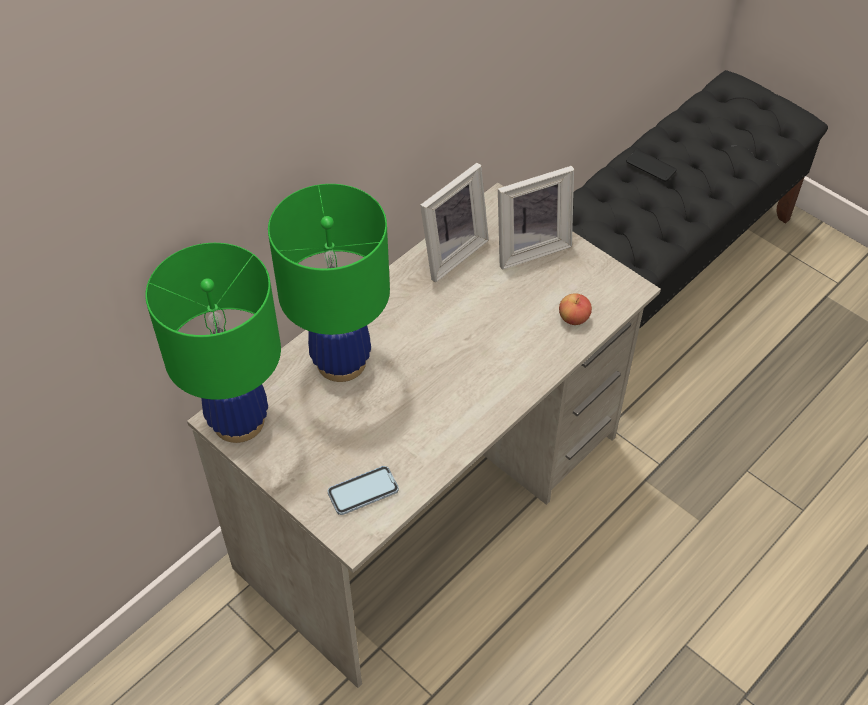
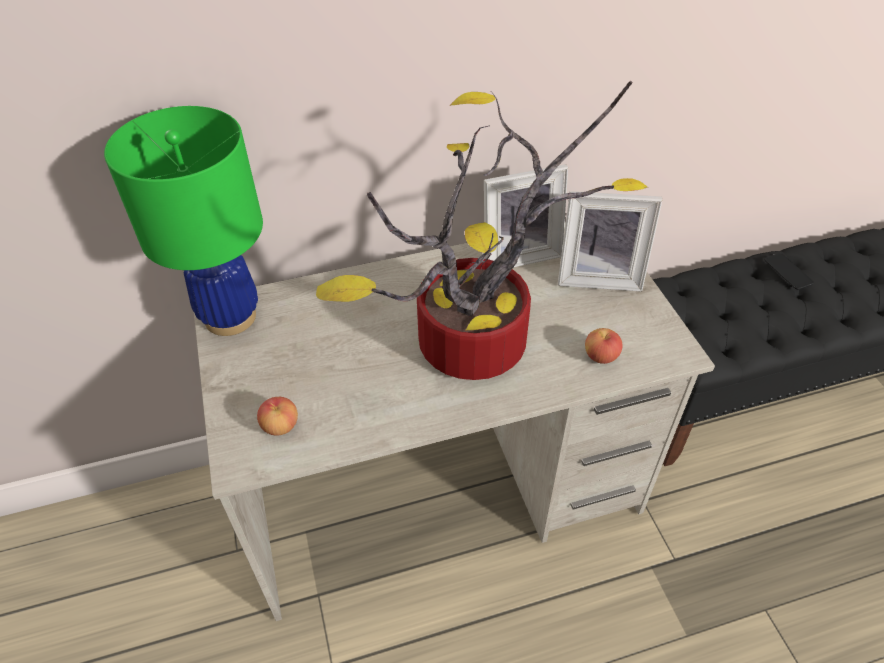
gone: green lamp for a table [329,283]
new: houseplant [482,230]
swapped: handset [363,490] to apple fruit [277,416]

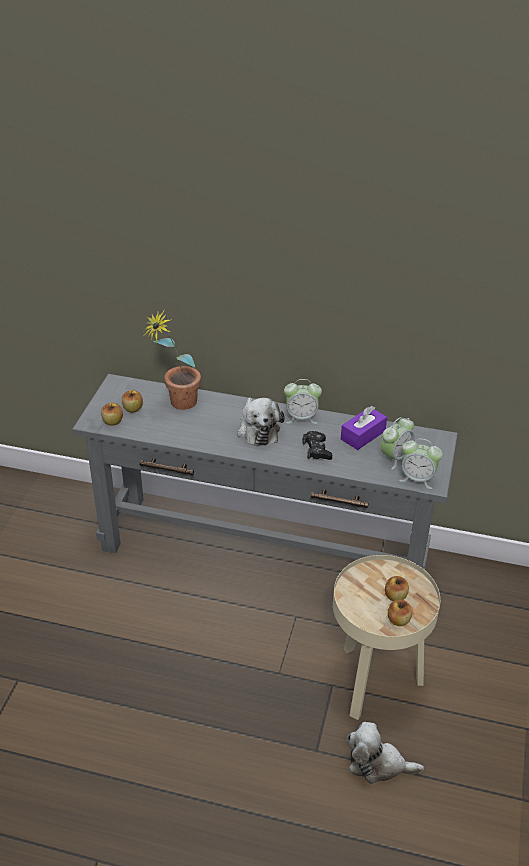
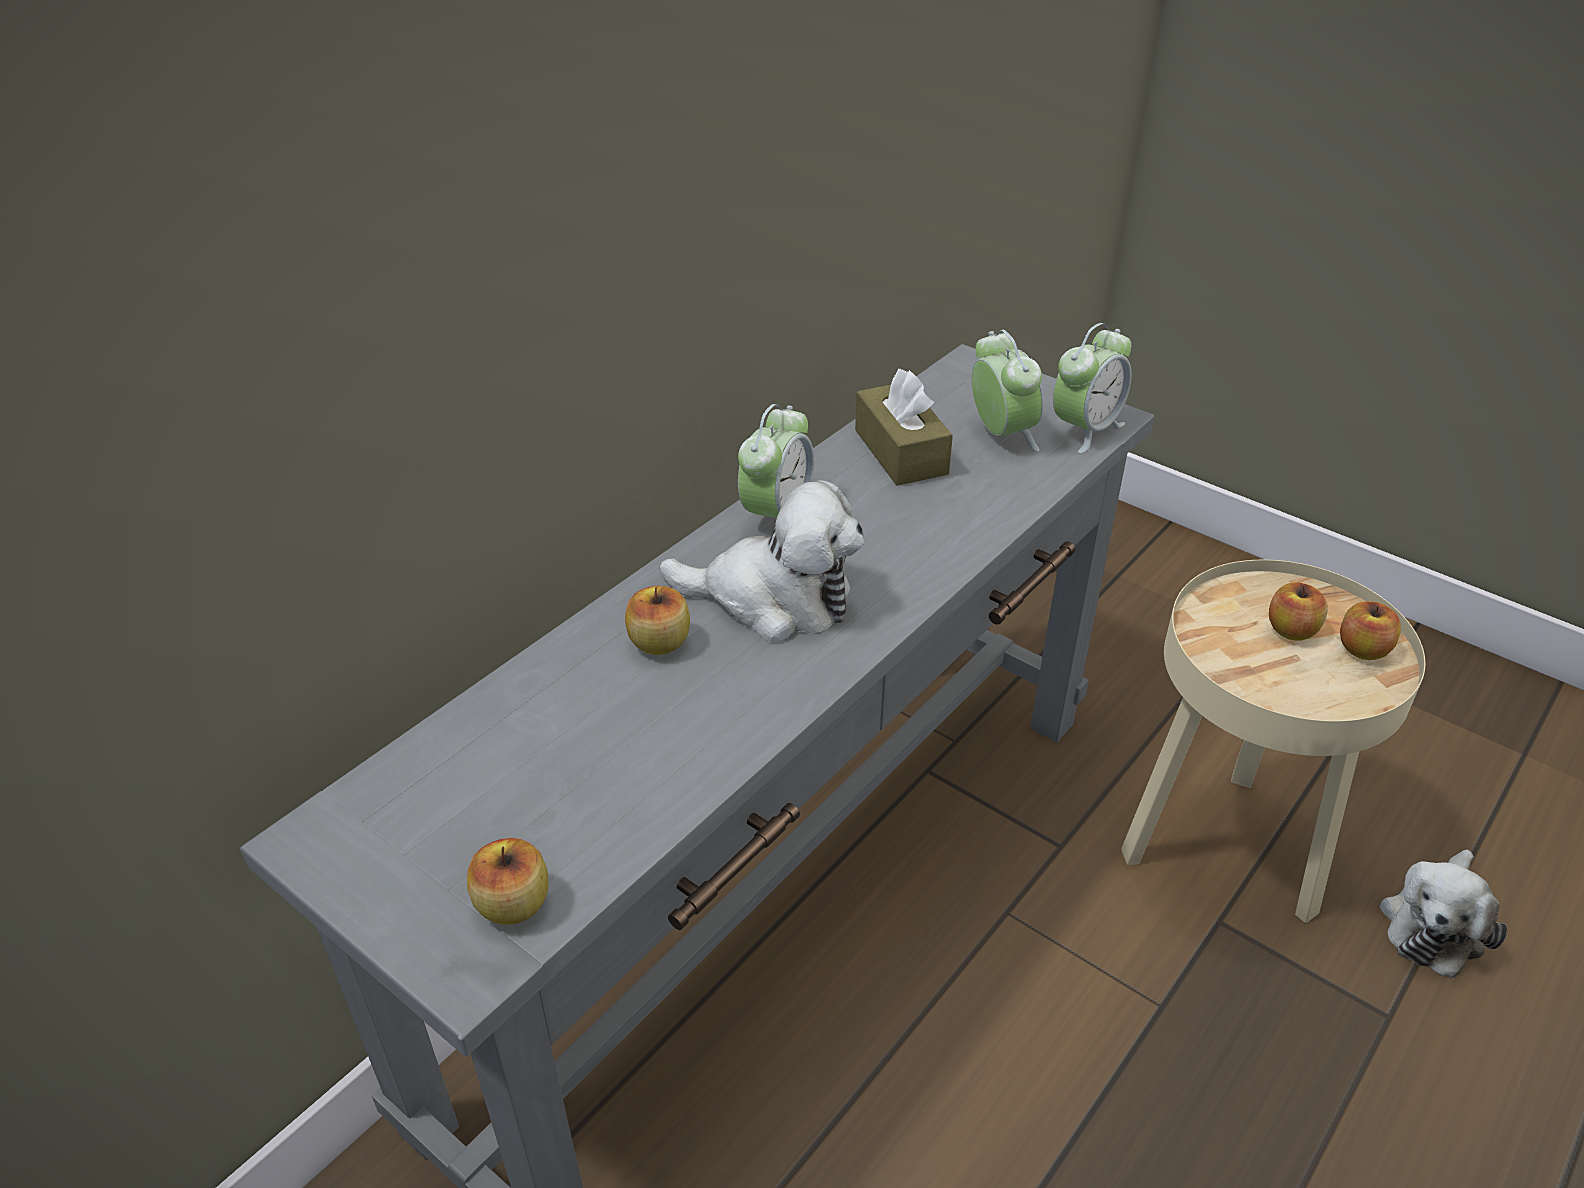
gone: houseplant [172,360]; black gamepad [317,445]
shifted: apple fruit [132,401] to [657,620]
repainted: purple-coloured tissue holder [364,428] to brownish tissue holder [904,427]

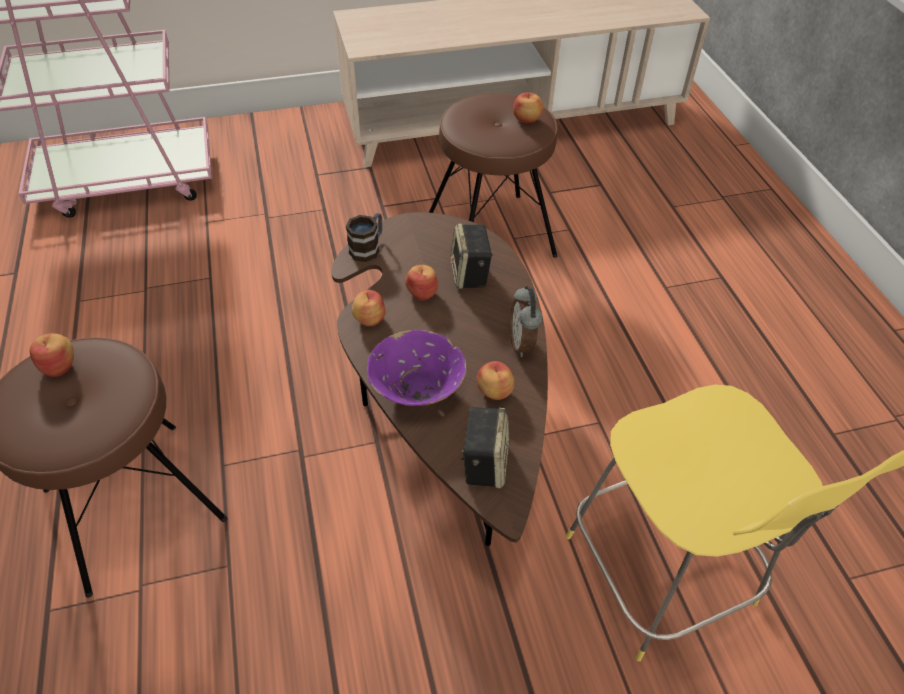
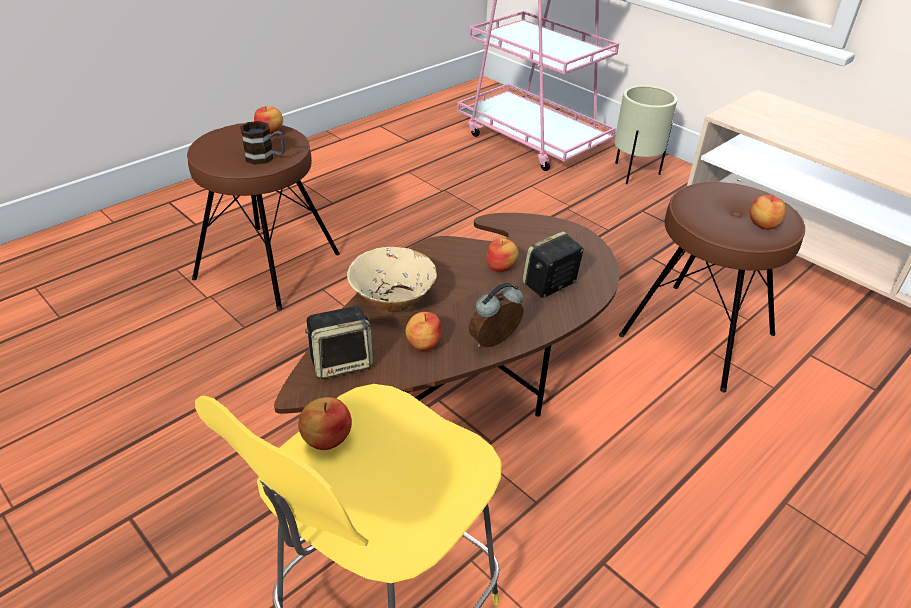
new: beige plant pot [645,134]
shifted: coffee mug [364,237] to [262,143]; apple fruit [369,308] to [325,423]
repainted: purple-coloured deep dish [416,368] to beige deep dish [392,279]

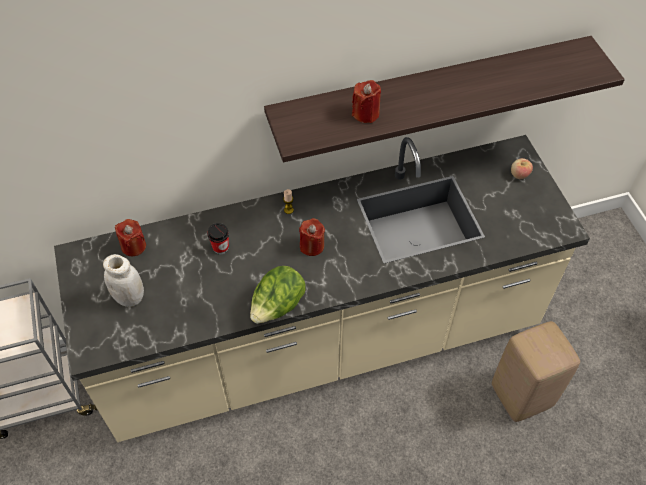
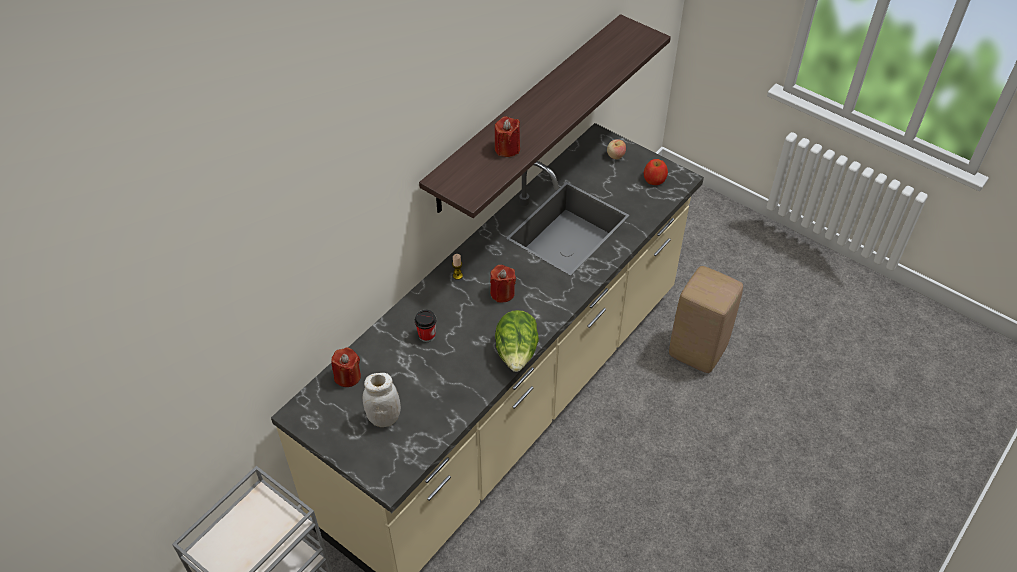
new: apple fruit [656,172]

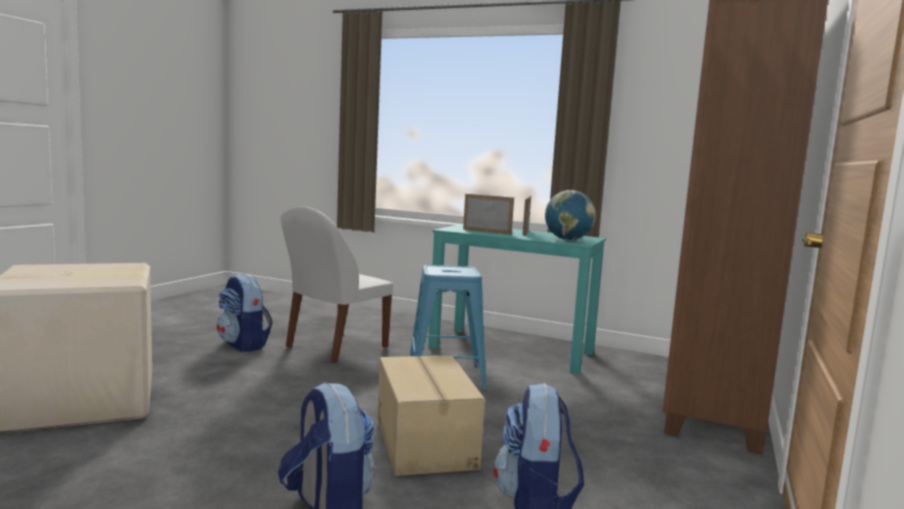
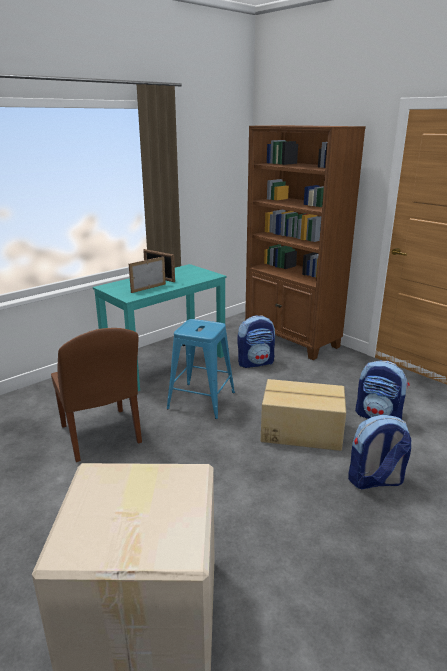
gone: desk globe [570,215]
shifted: knapsack [245,313] to [256,341]
repainted: white chair [337,285] to brownish chair [96,395]

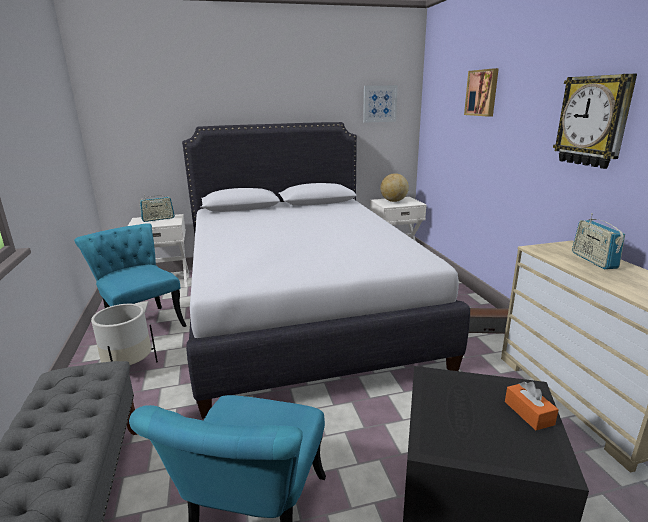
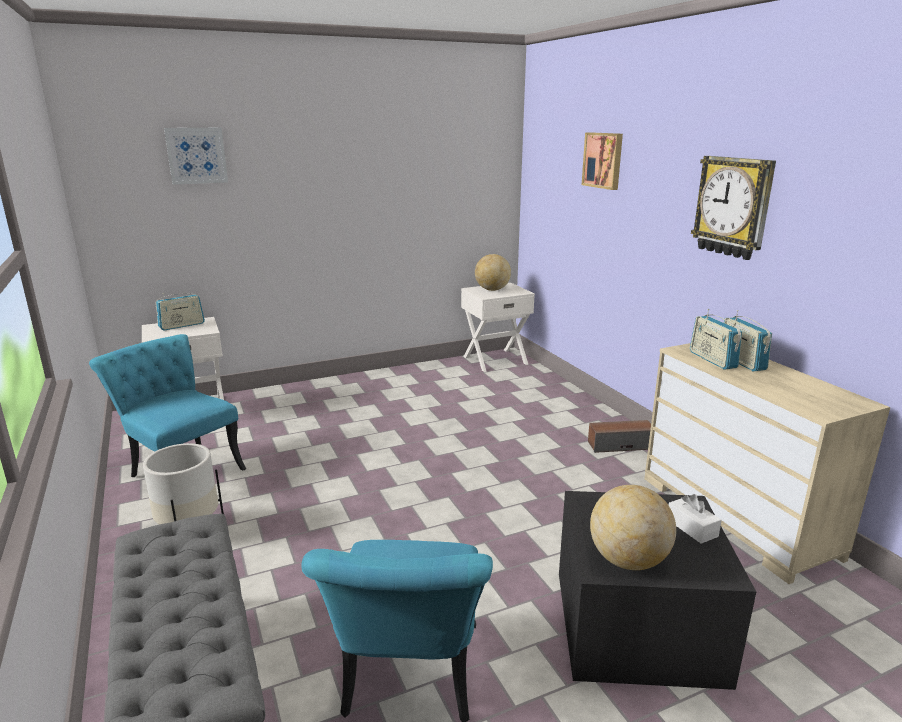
gone: white sleeping bed [326,270]
new: desk globe [633,527]; radio [716,339]
shifted: wall art [380,104] to [196,156]
repainted: orange-coloured tissue holder [532,405] to white tissue holder [695,519]

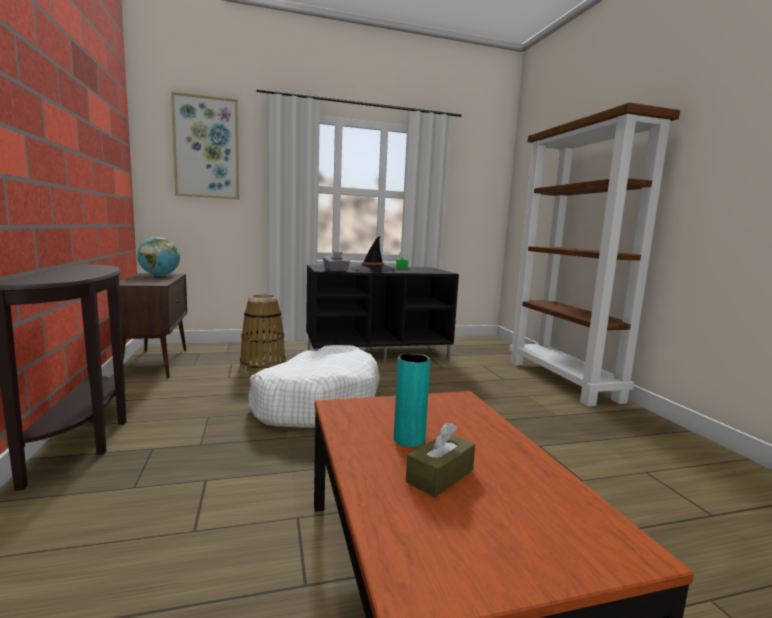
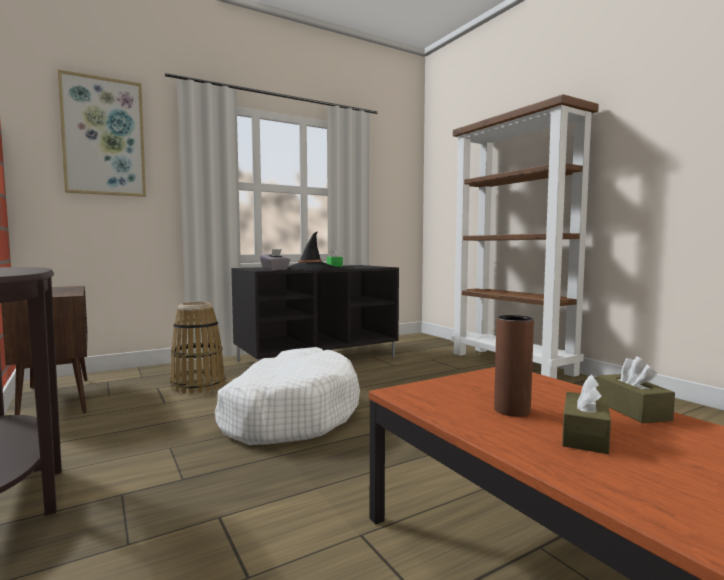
gone: desk globe [158,256]
new: brownish tissue holder [635,390]
repainted: turquoise decorative vase [412,400] to brownish decorative vase [514,366]

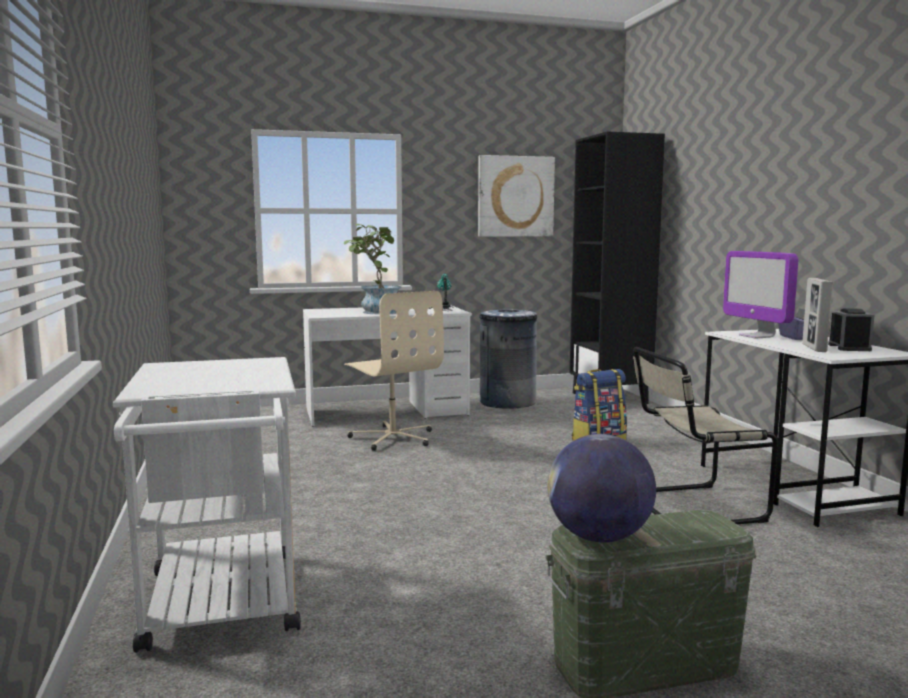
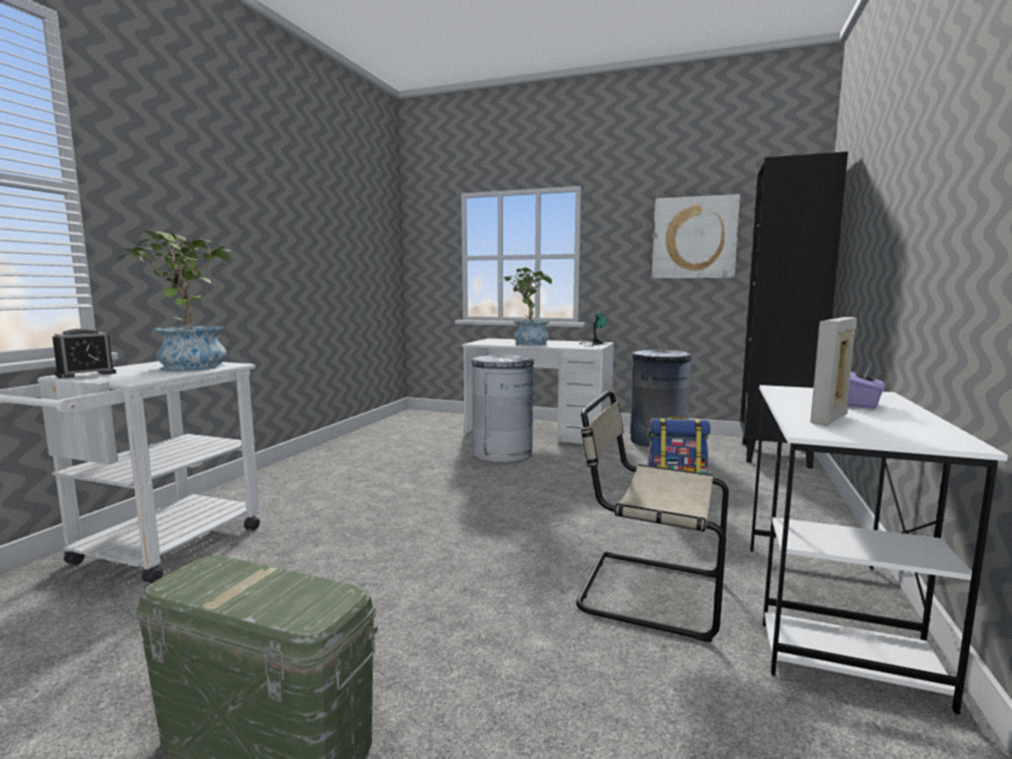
gone: desk globe [601,488]; monitor [760,294]
new: houseplant [173,301]
shifted: alarm clock [851,329] to [84,354]
swapped: beige computer chair [394,371] to grey trash can [503,409]

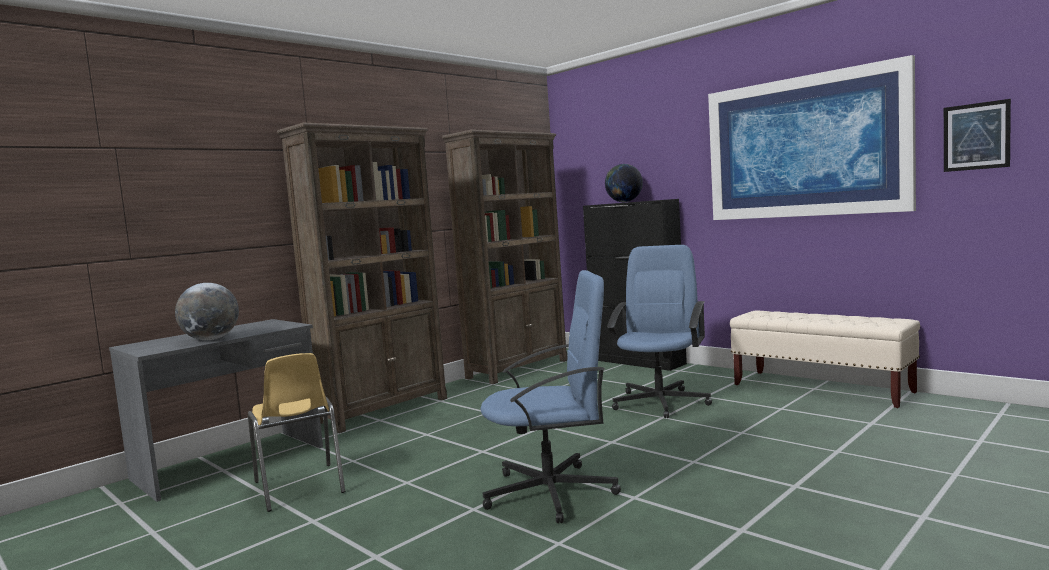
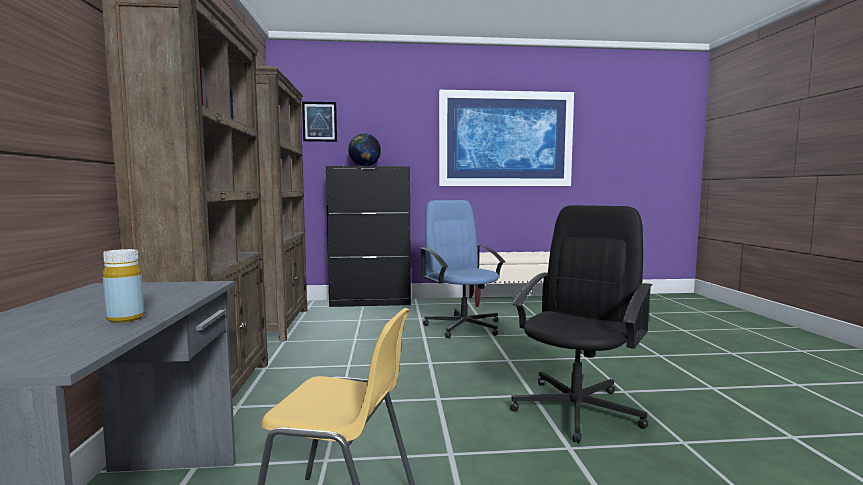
shifted: wall art [977,135] to [319,122]
swapped: desk globe [207,311] to yellow beverage bottle [123,286]
repainted: blue computer chair [550,396] to black computer chair [581,324]

